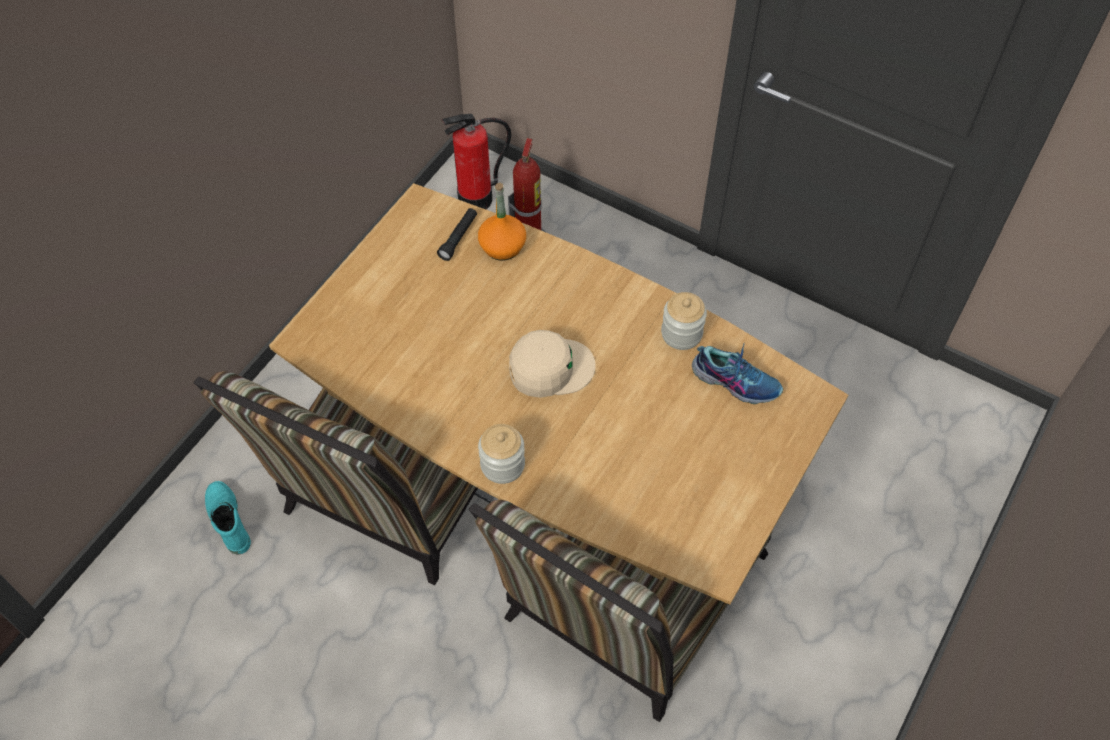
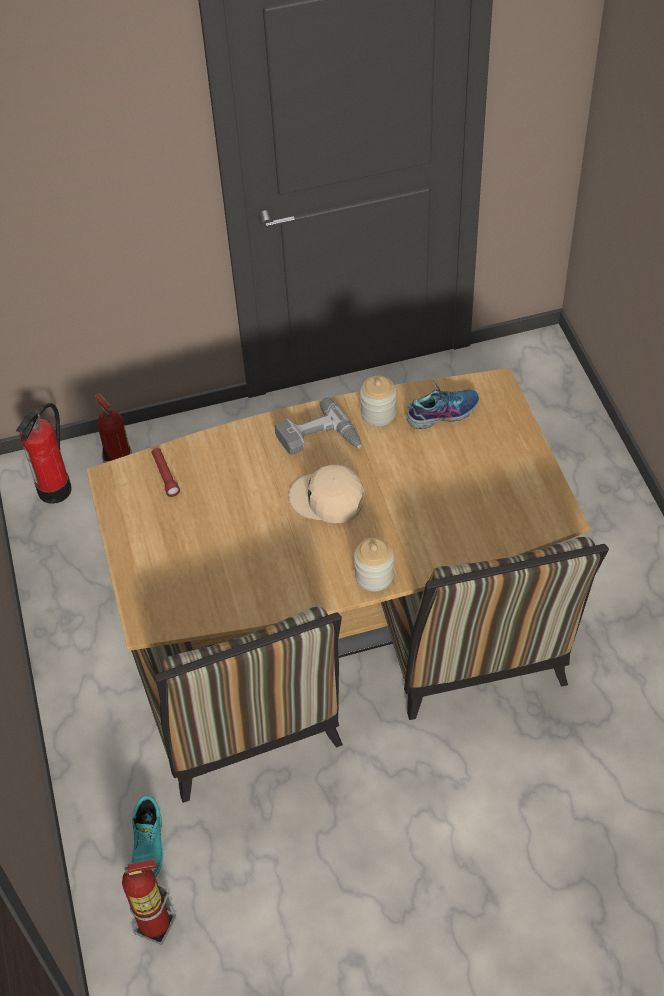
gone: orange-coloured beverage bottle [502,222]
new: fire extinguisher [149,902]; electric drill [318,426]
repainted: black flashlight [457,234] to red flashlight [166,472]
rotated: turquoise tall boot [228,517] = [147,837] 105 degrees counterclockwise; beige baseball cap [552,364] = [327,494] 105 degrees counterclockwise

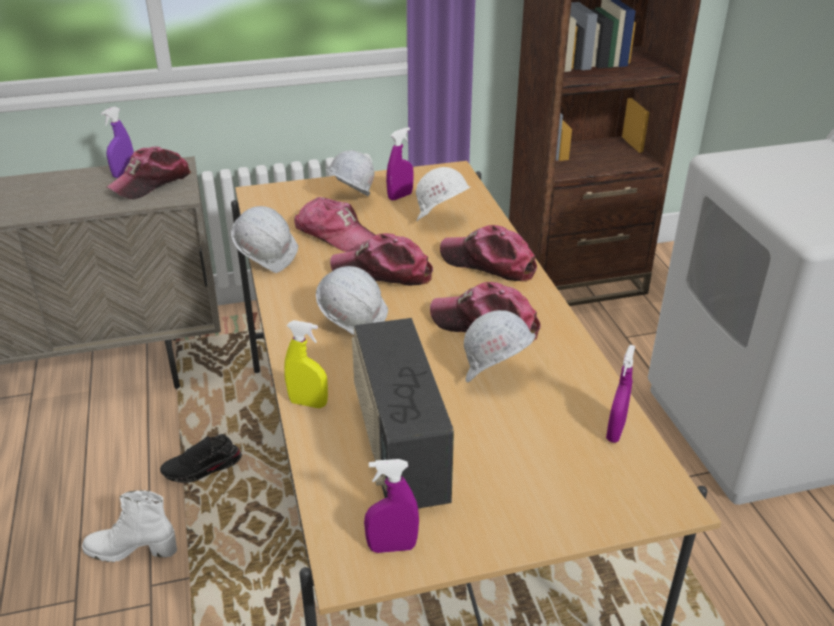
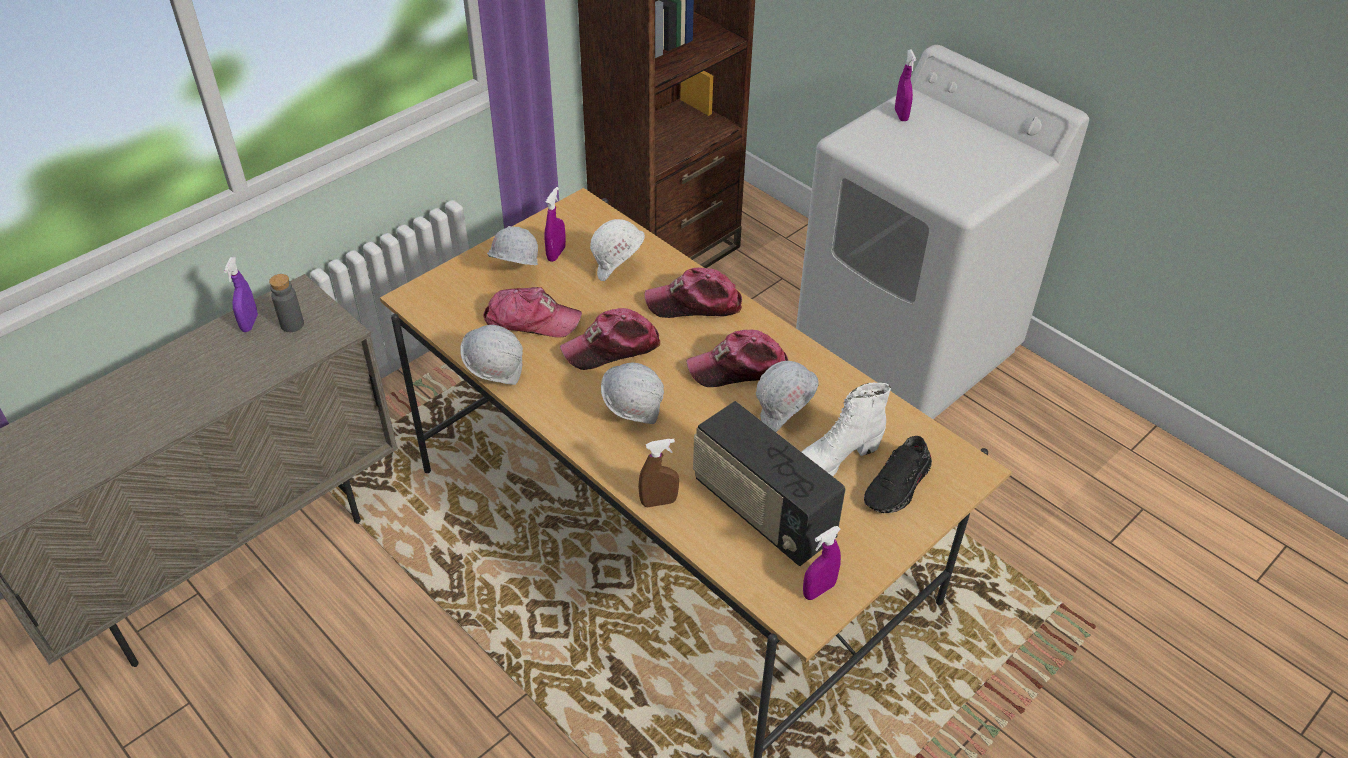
shifted: white tall boot [129,526] to [846,429]; black item of footwear [201,458] to [898,474]; purple-coloured spray bottle [620,394] to [905,85]
swapped: baseball cap [148,173] to grey beverage bottle [286,303]
repainted: yellow spray bottle [306,364] to brownish spray bottle [658,473]

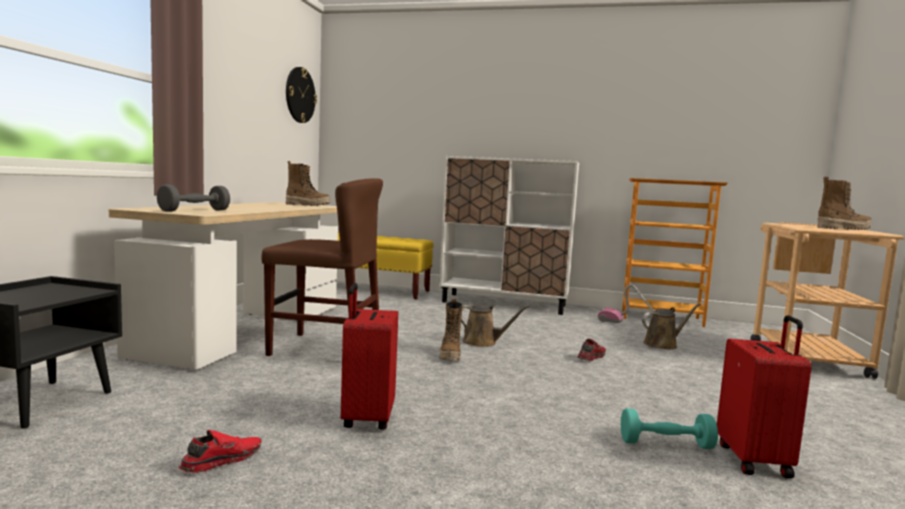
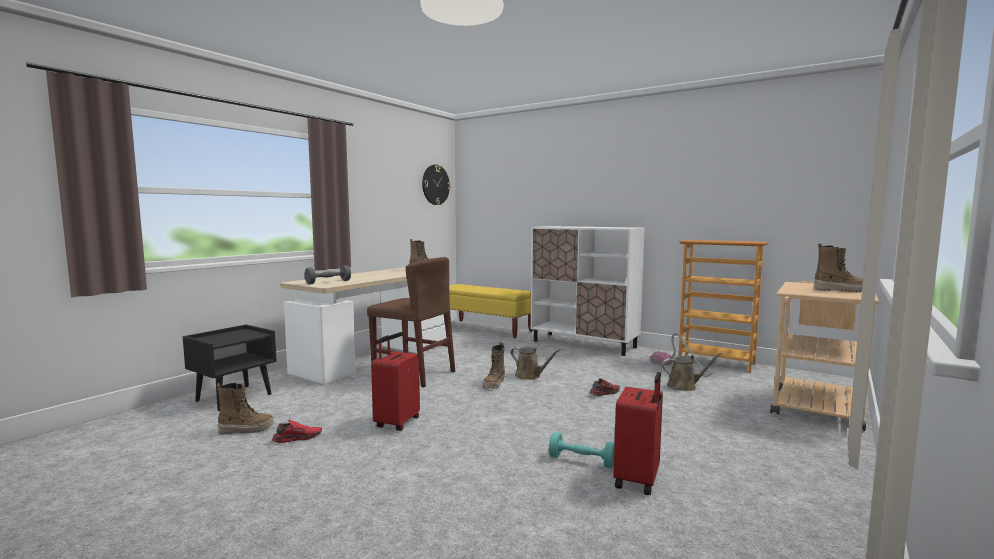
new: tall boot [245,409]

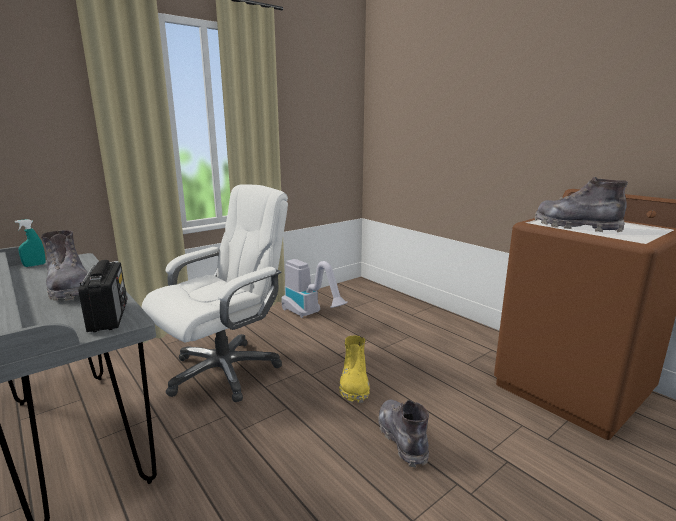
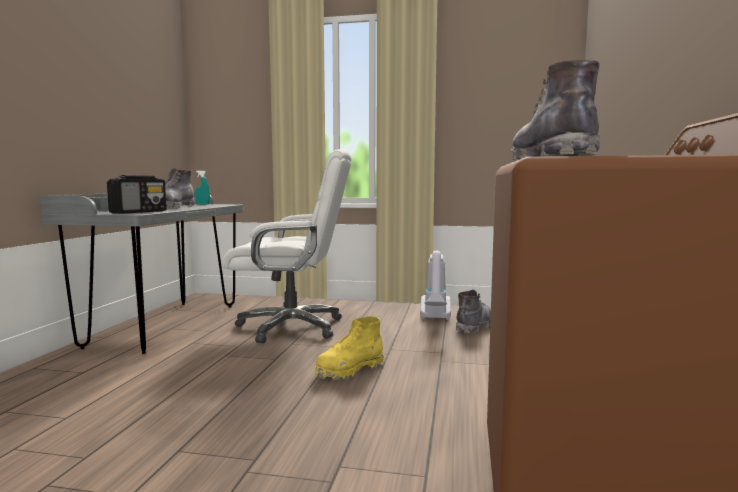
shifted: grey tall boot [403,434] to [473,311]

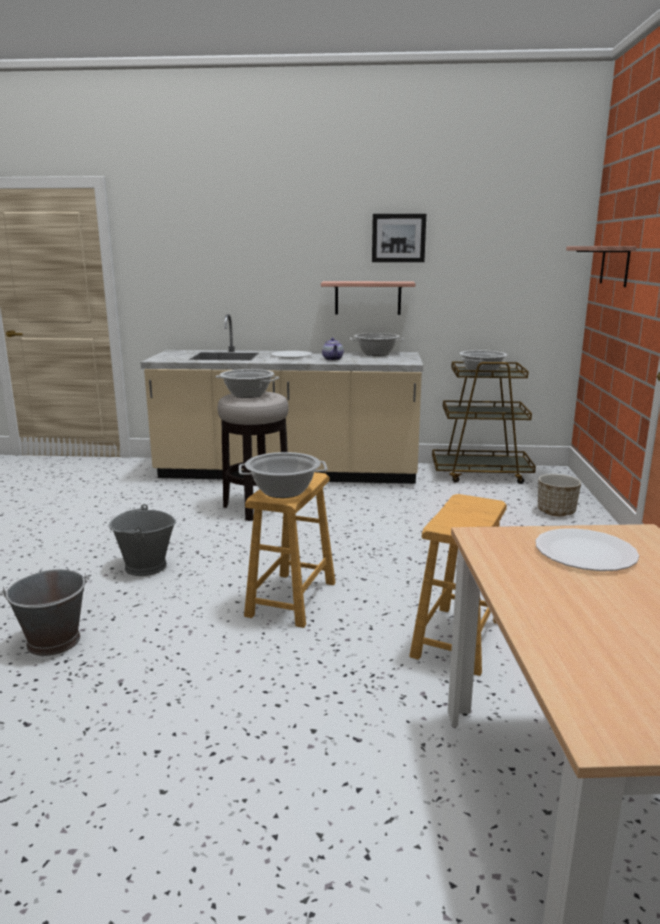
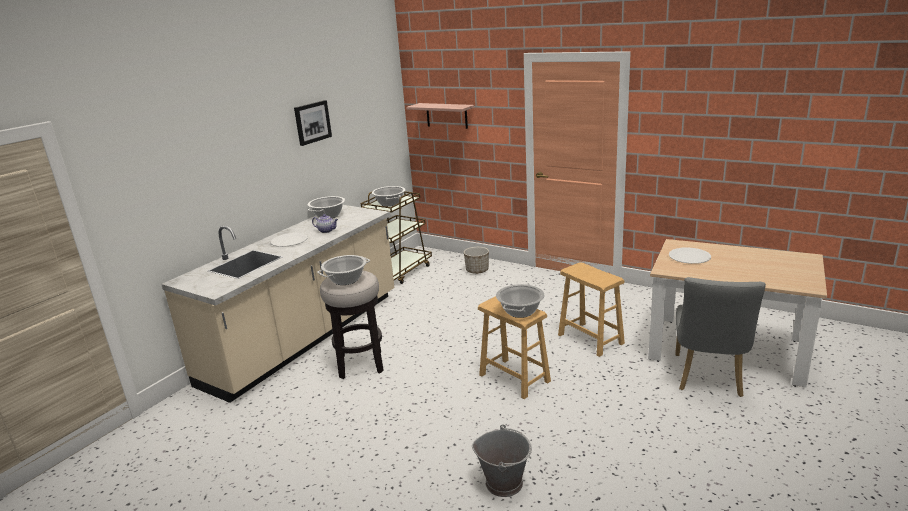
gone: grey water bucket [142,540]; bracket shelf [368,298]
new: grey chair [720,337]

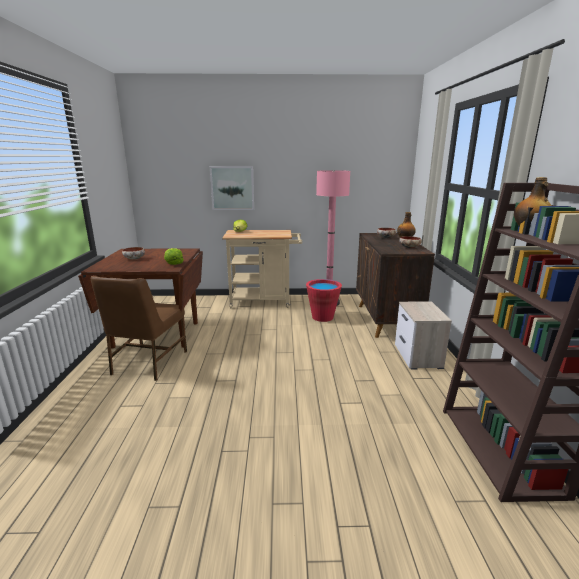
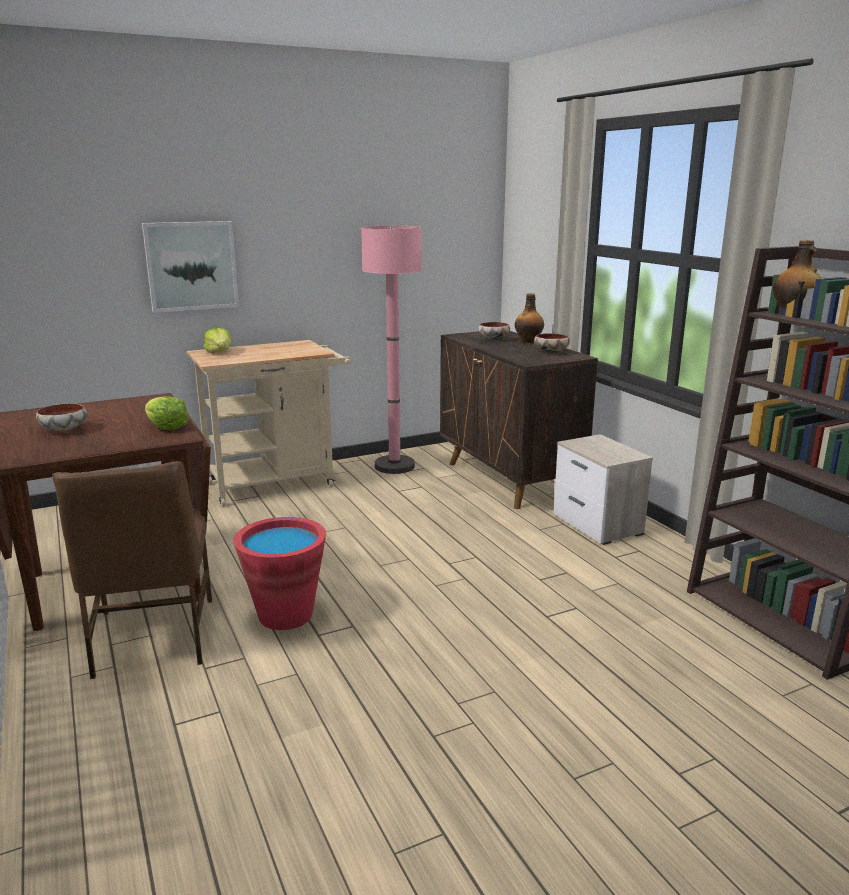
shifted: red water bucket [324,300] to [280,573]

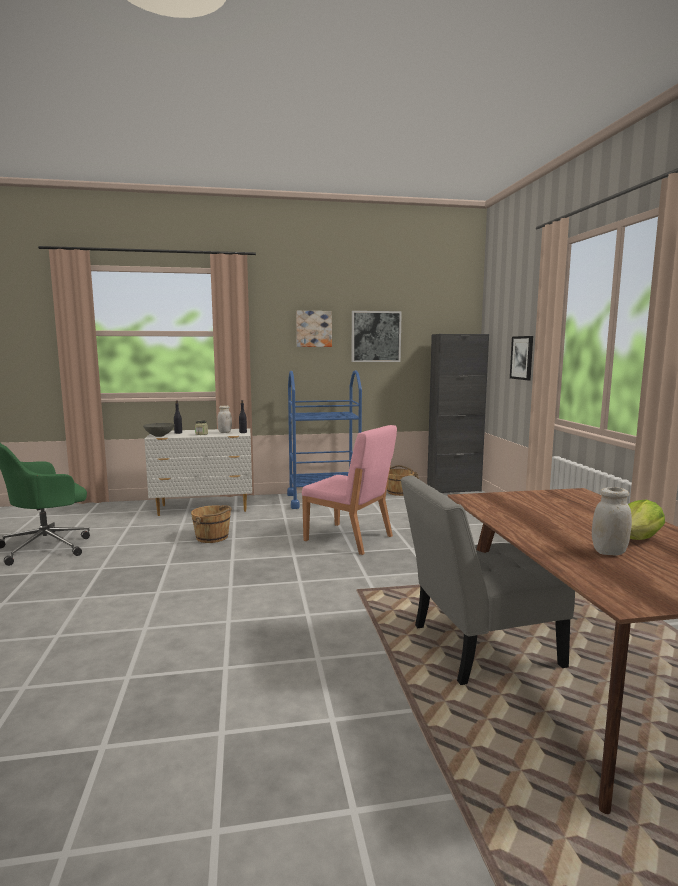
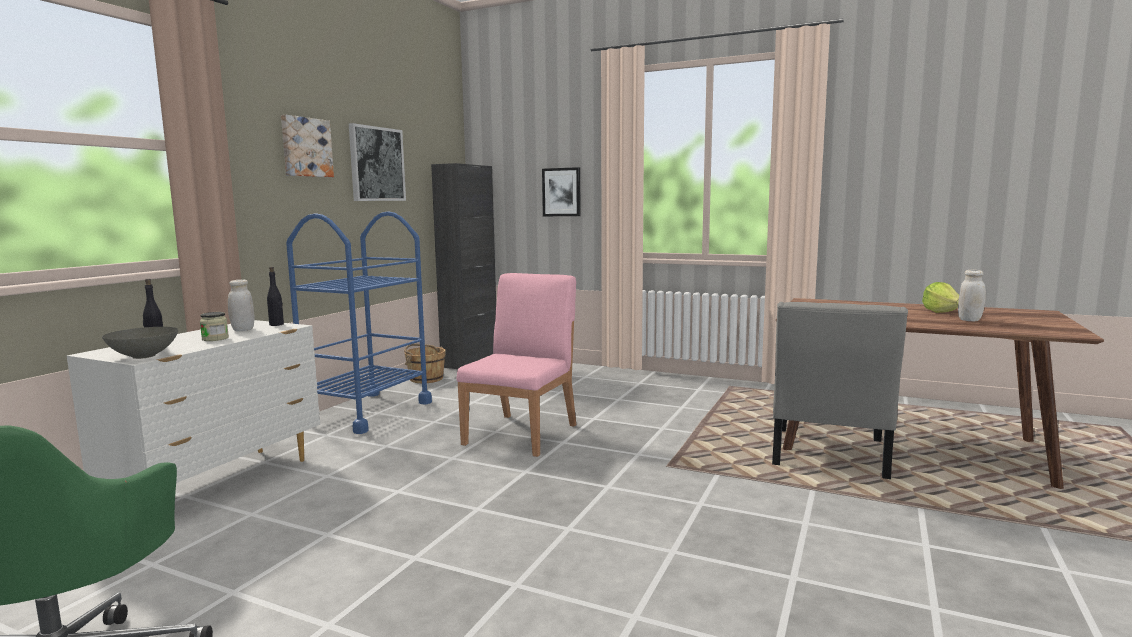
gone: brownish water bucket [211,524]
rotated: pinkish chair [349,490] = [516,365] 45 degrees counterclockwise

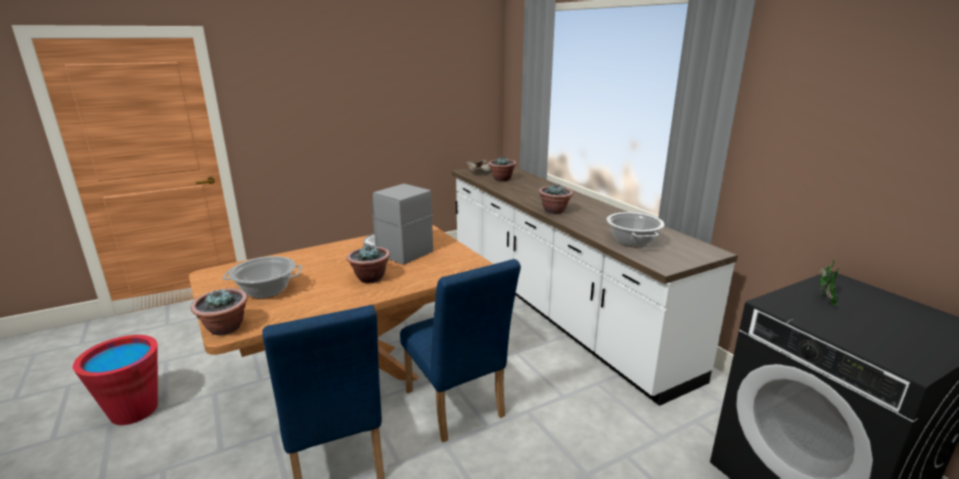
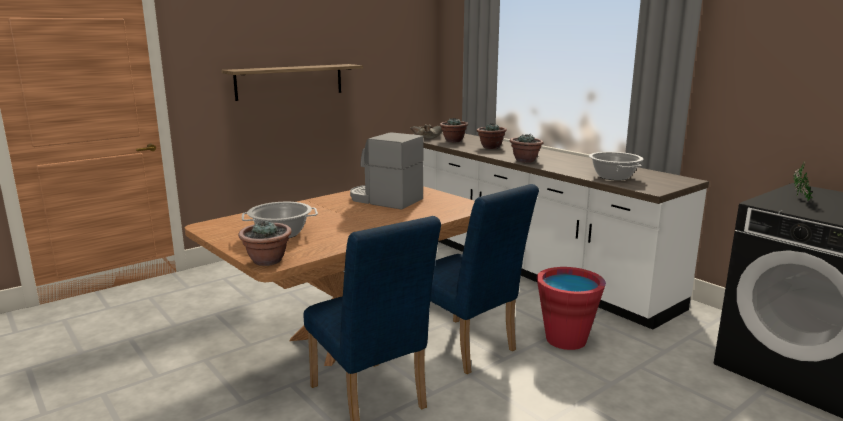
new: bracket shelf [292,82]
shifted: houseplant [368,264] to [491,136]; red water bucket [115,380] to [571,308]

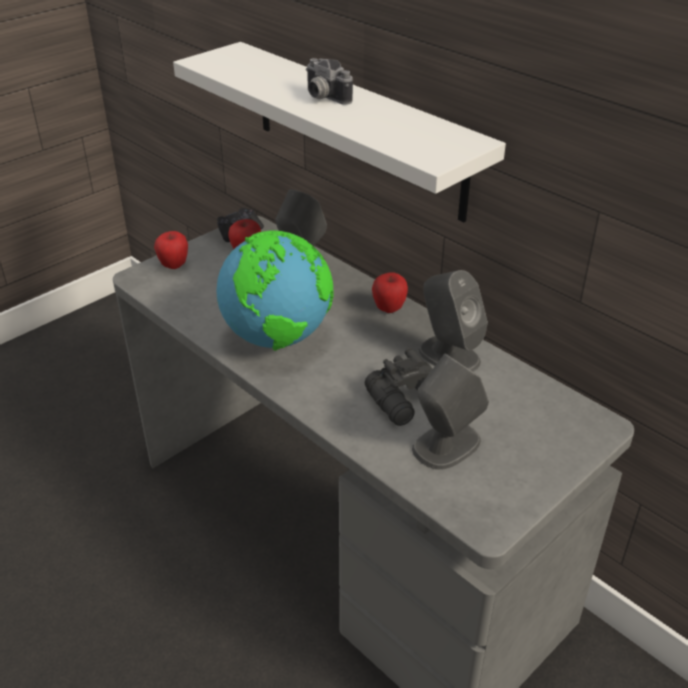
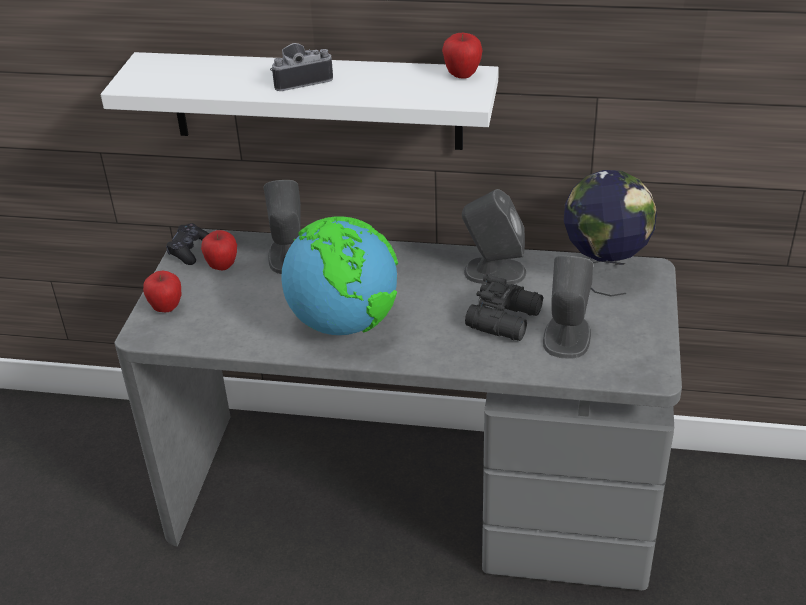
new: desk globe [610,233]
shifted: apple fruit [390,292] to [462,56]
rotated: photo camera [329,81] = [301,67] 150 degrees clockwise

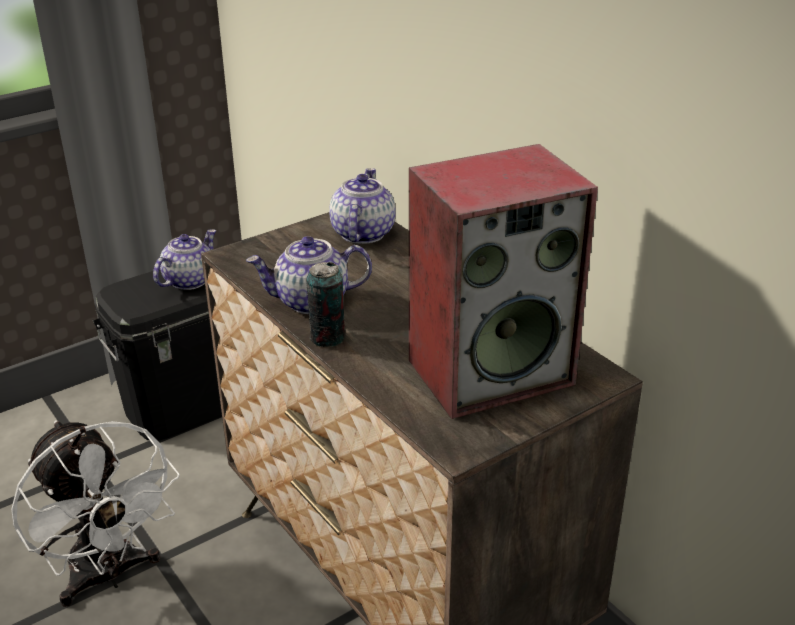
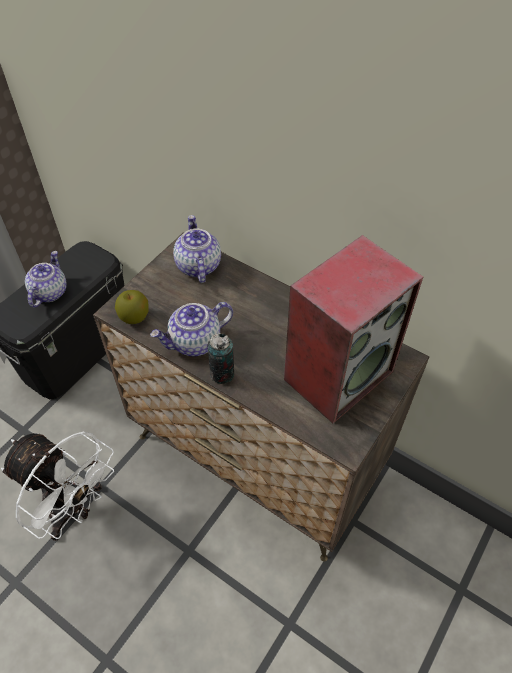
new: apple fruit [131,307]

